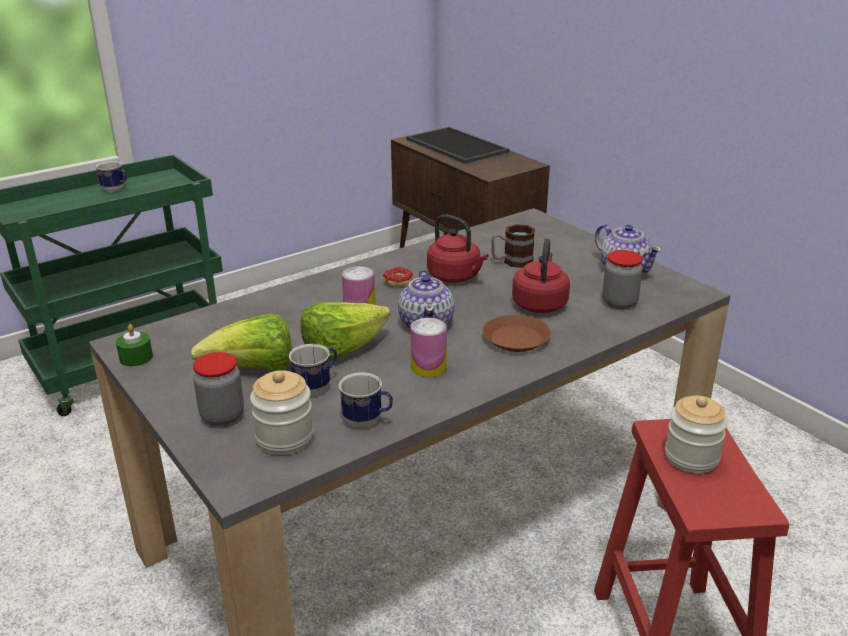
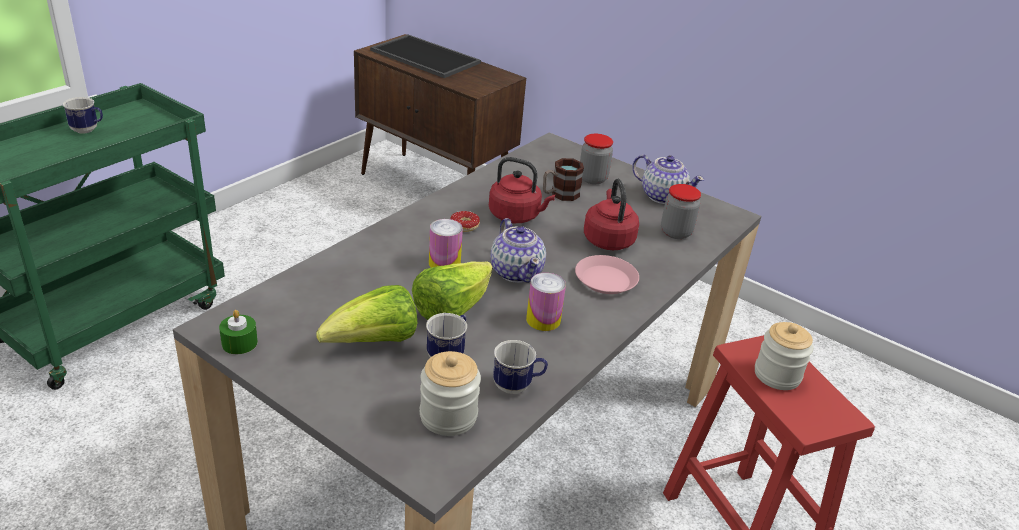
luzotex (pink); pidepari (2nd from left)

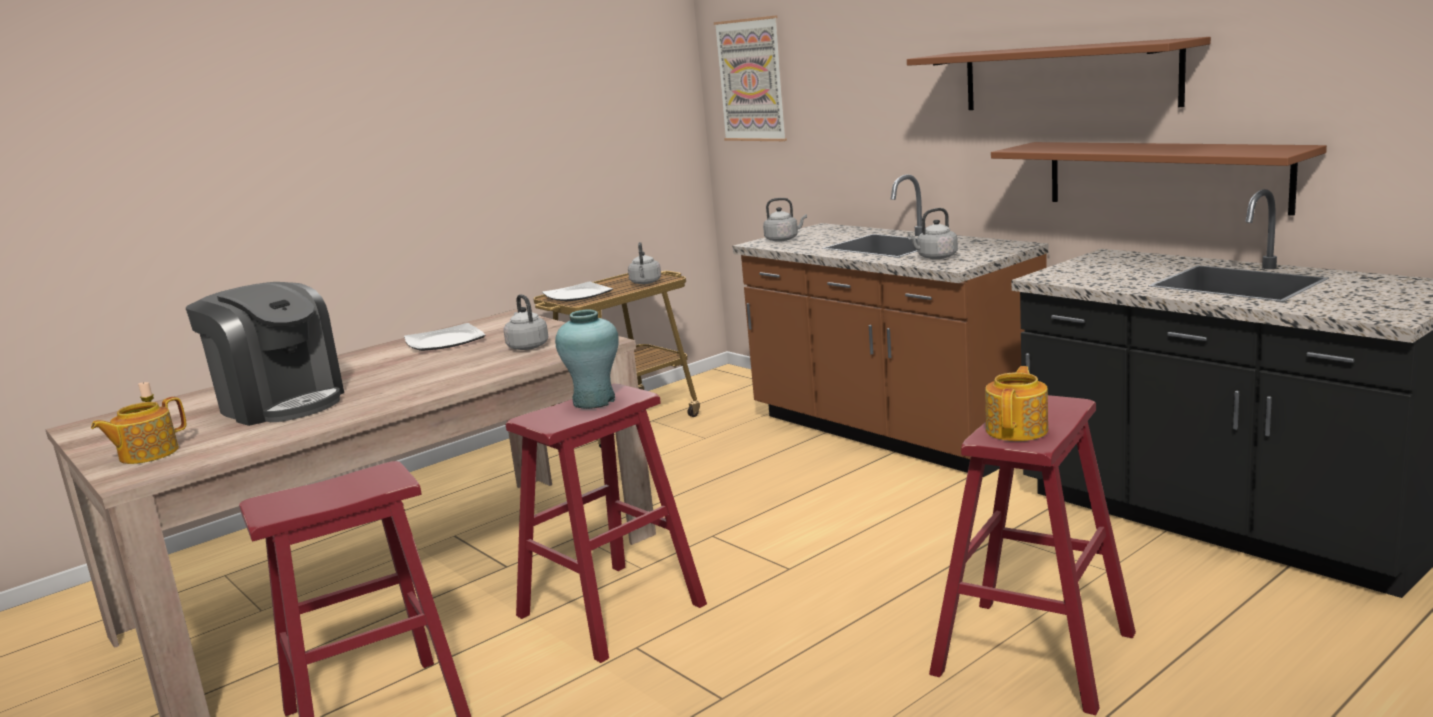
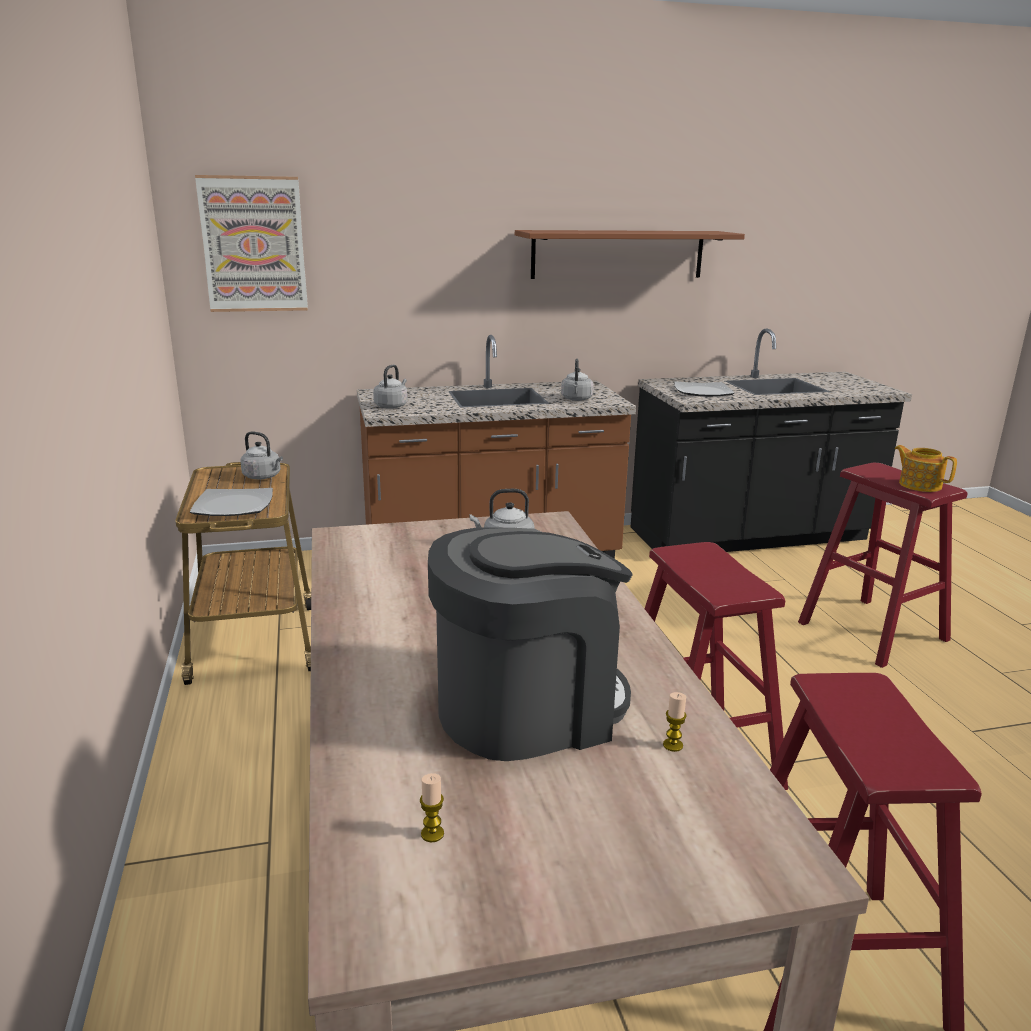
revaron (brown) (2nd from left in the first image); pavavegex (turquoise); luzotex (2nd from left); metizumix (1st from left in the first image); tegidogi (2nd from left)

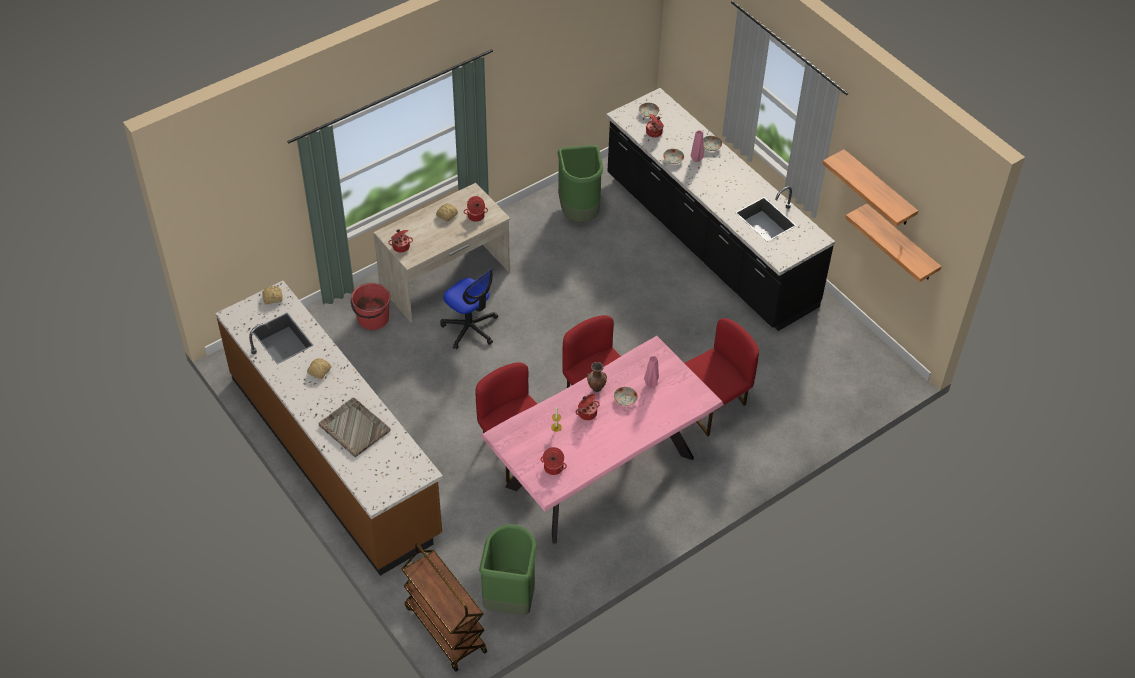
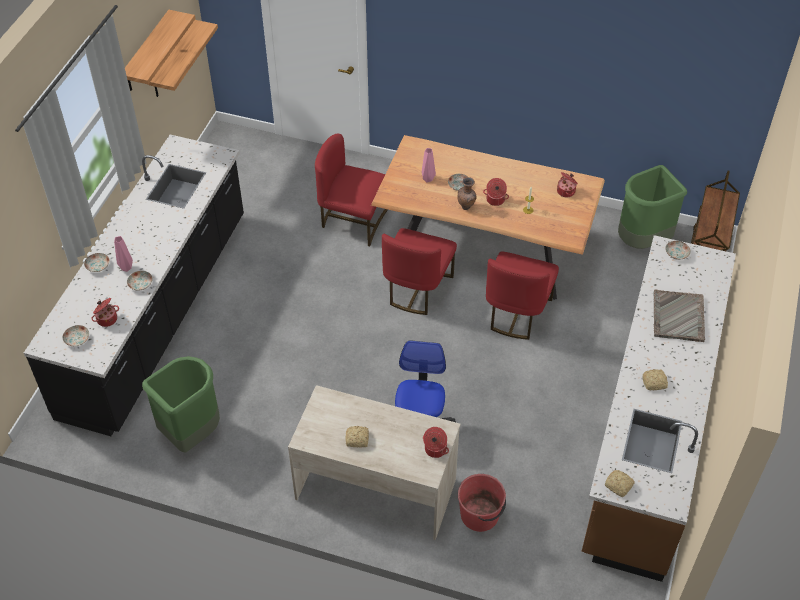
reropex (2nd from left in the first image); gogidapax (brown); luzotex (5th from left)

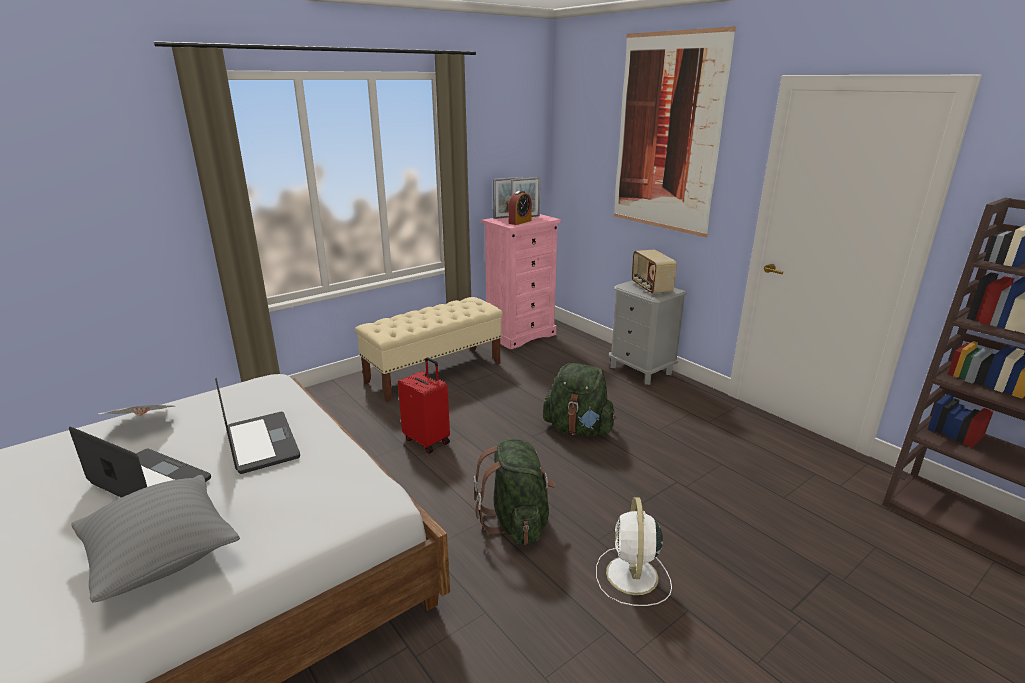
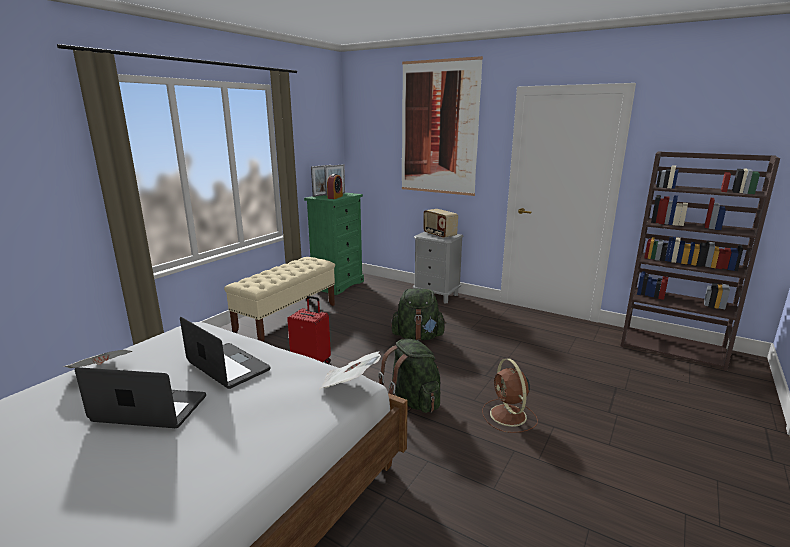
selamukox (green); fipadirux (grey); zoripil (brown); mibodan (2nd from left)

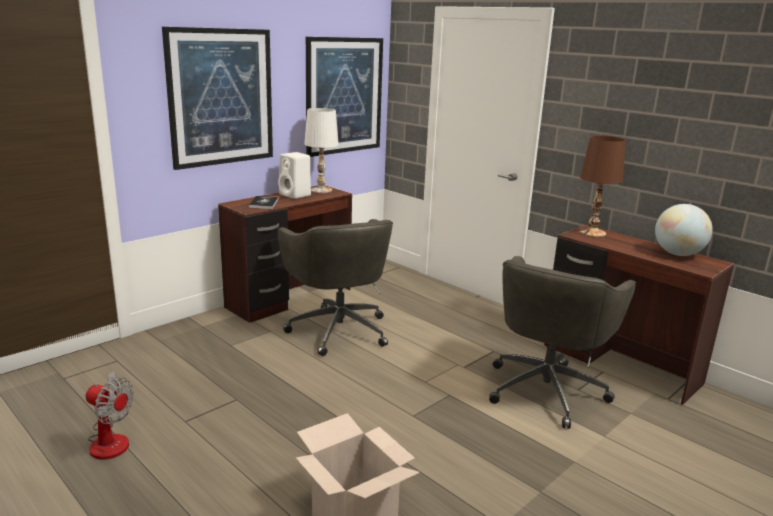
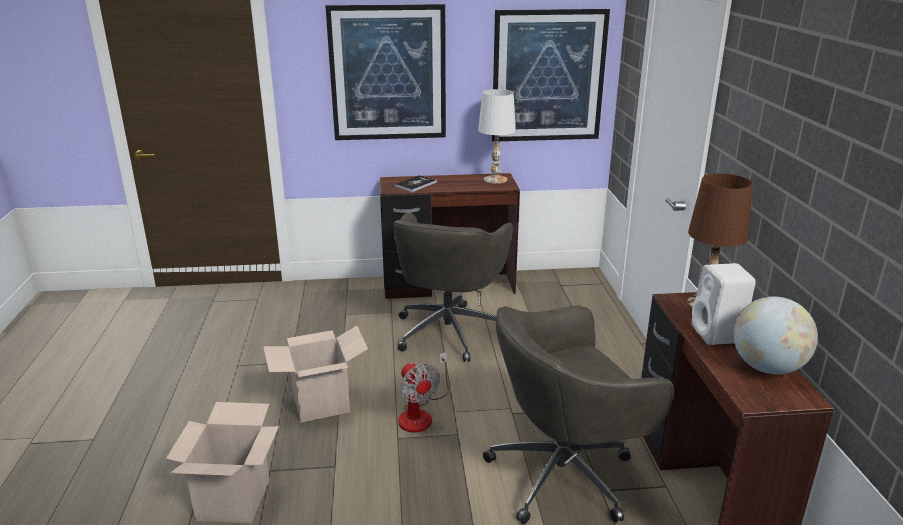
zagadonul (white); zoripil; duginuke (2nd from left)

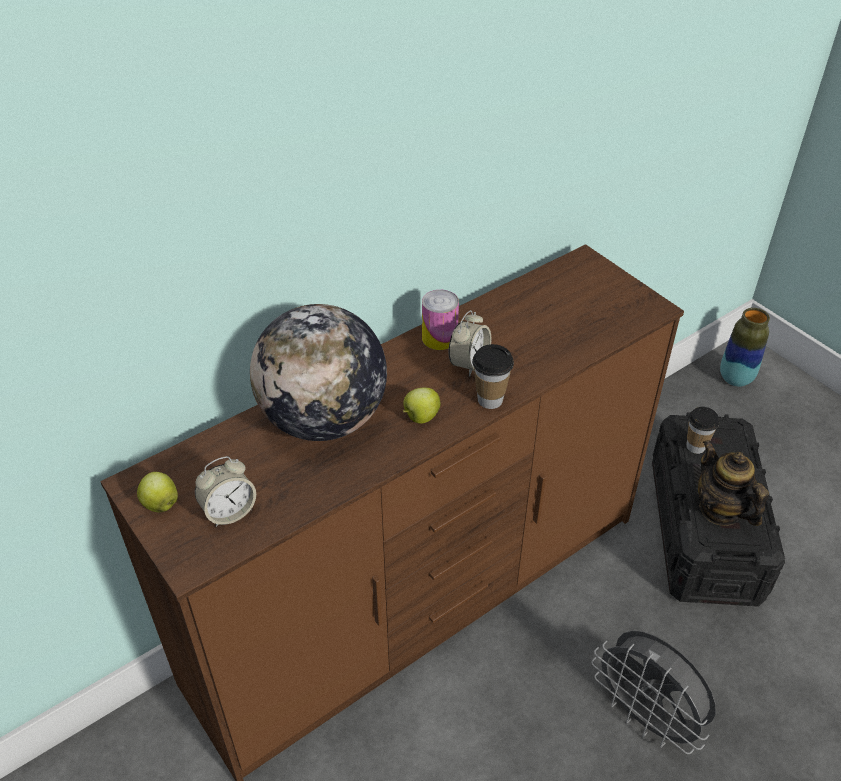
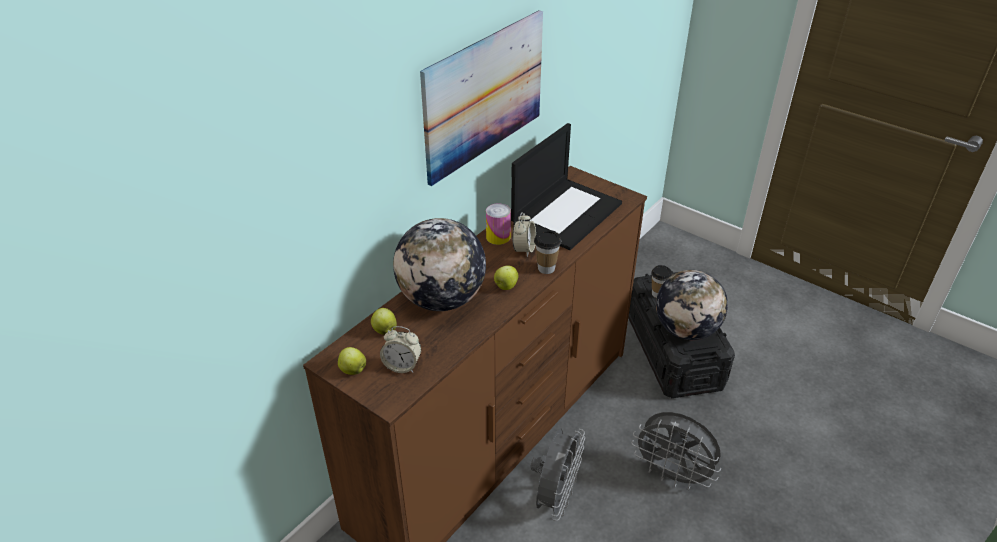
pavavegex; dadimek (2nd from left); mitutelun (1st from left); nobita; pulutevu; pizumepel (2nd from left); zoripil (grey) (1st from left)

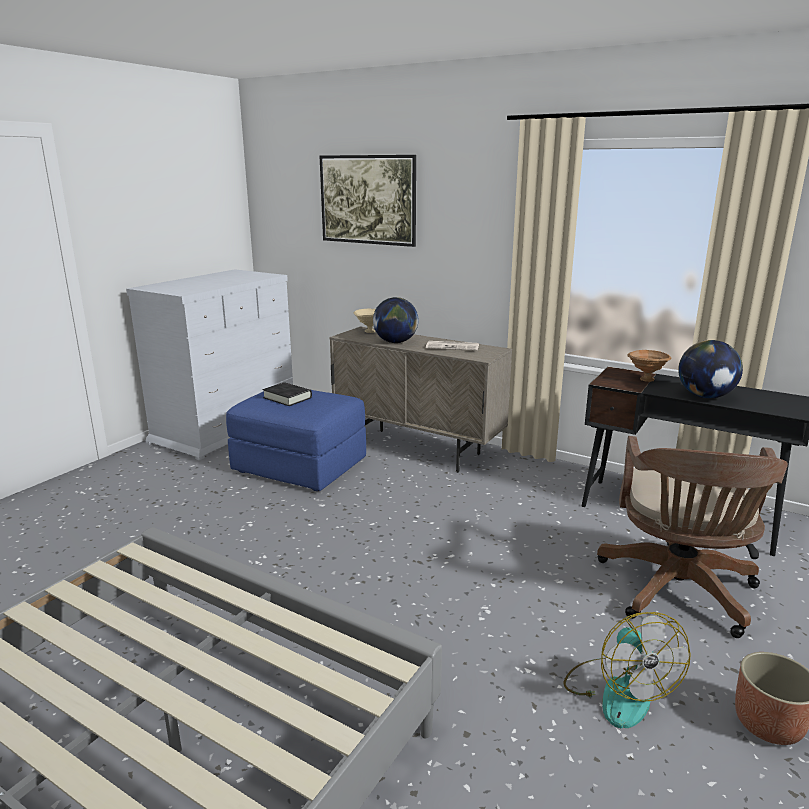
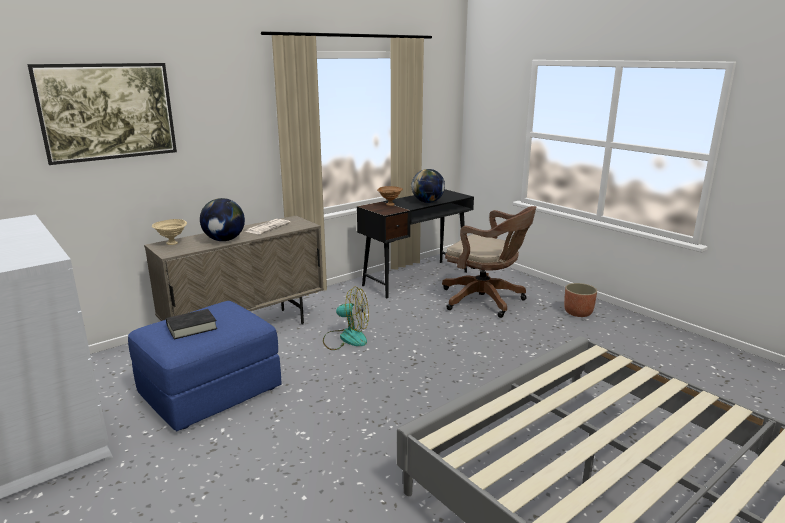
zoripil

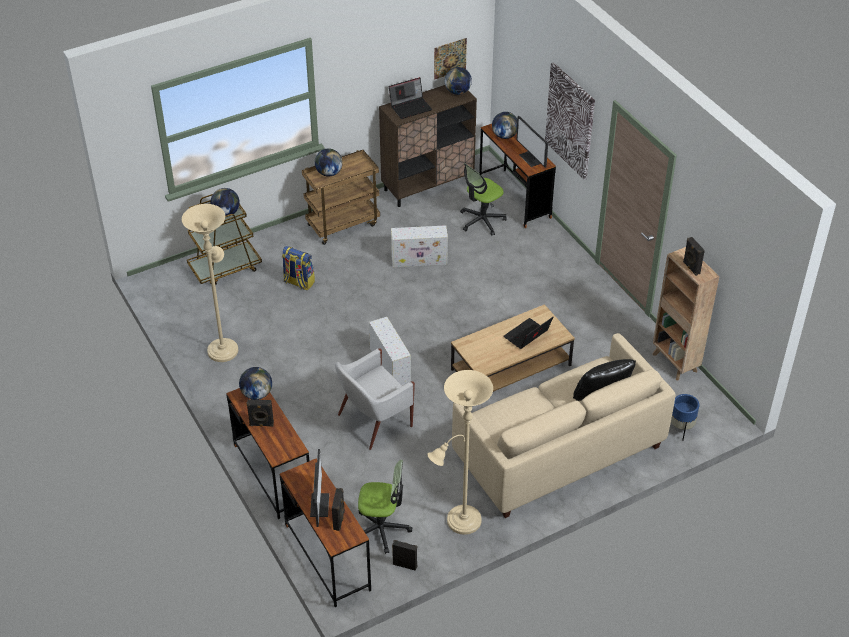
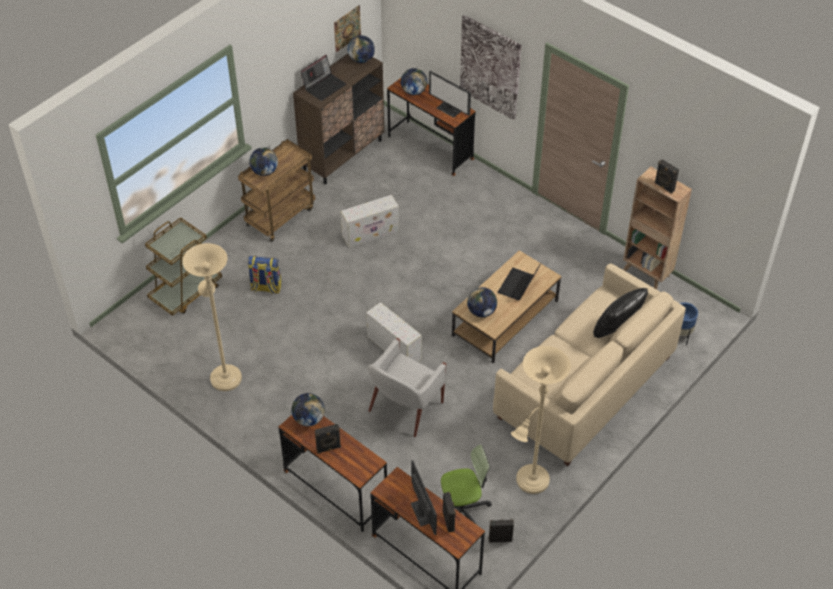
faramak (2nd from left in the first image); dadimek (5th from left)

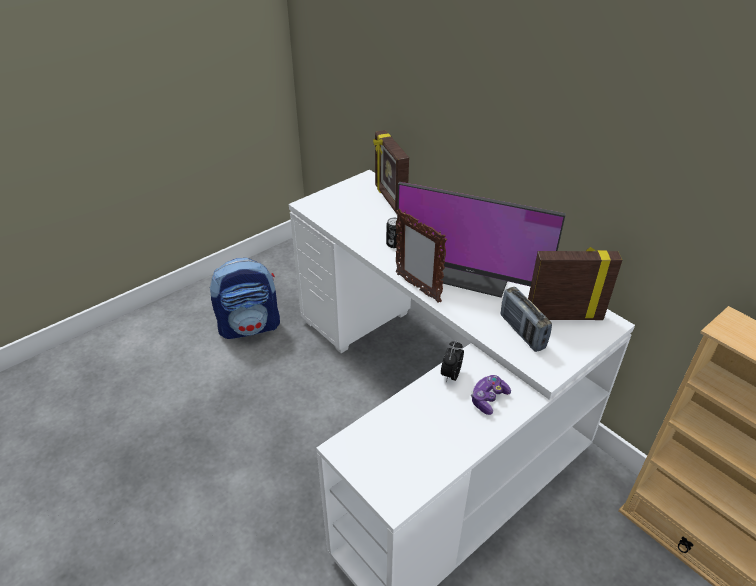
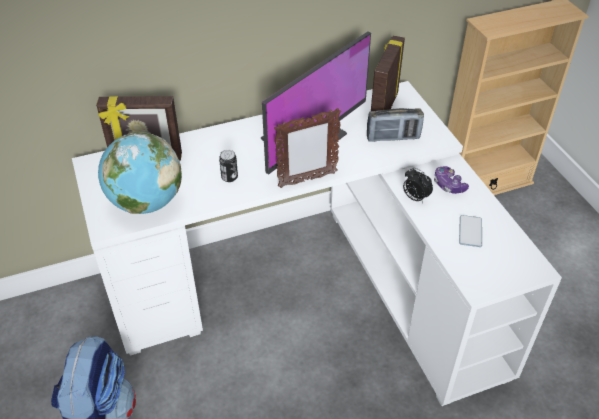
dadimek; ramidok

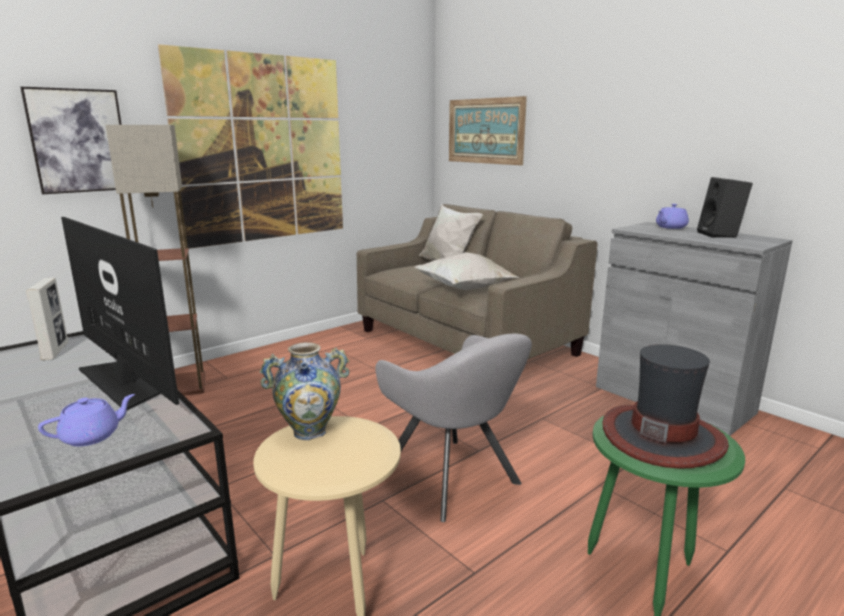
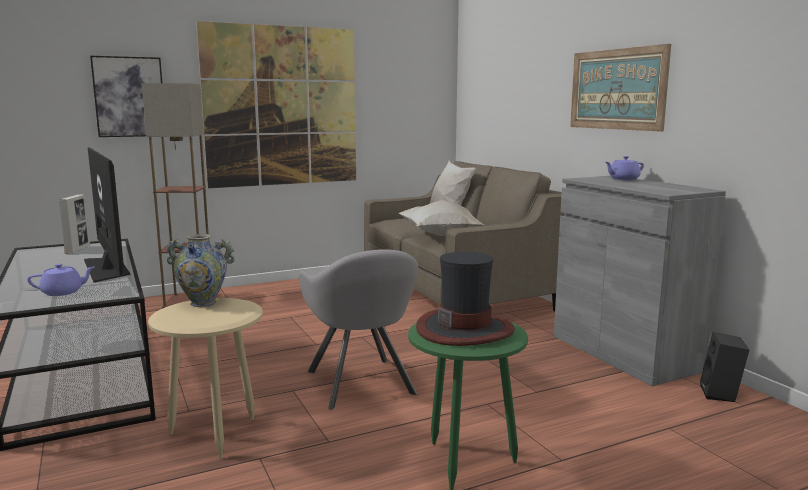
nobita (3rd from left); zagadonul (black)

